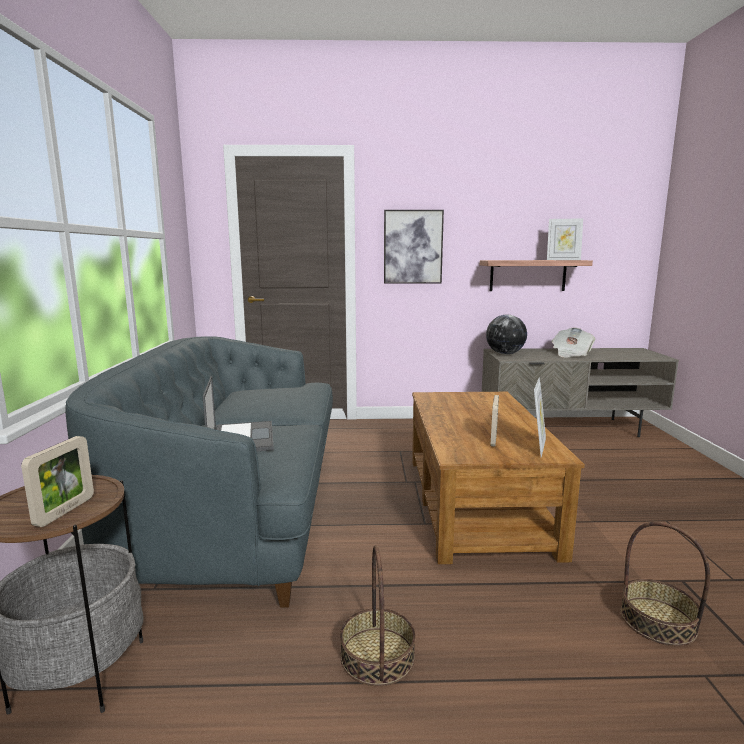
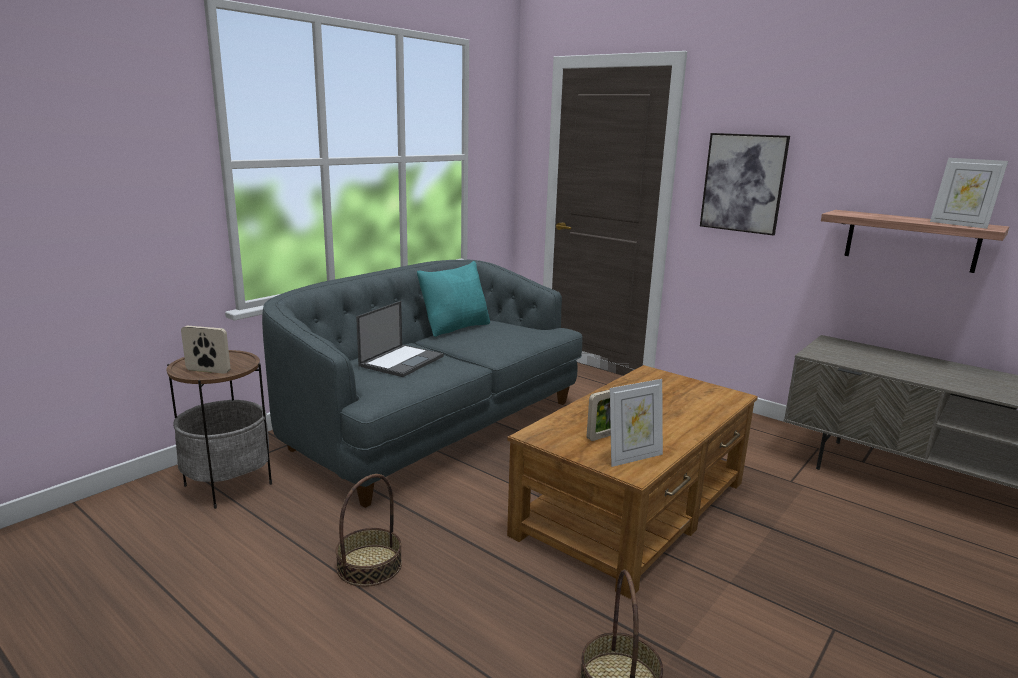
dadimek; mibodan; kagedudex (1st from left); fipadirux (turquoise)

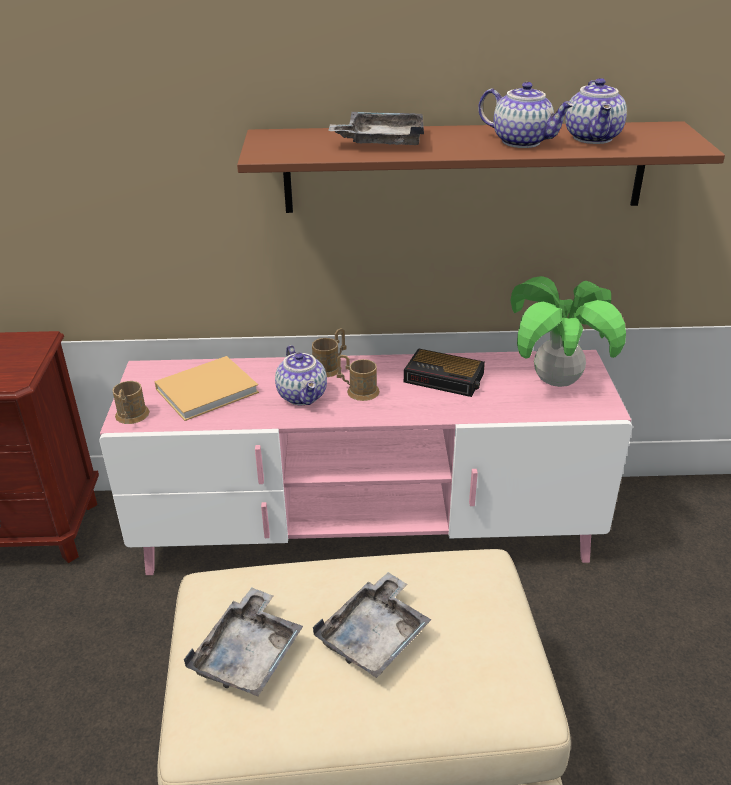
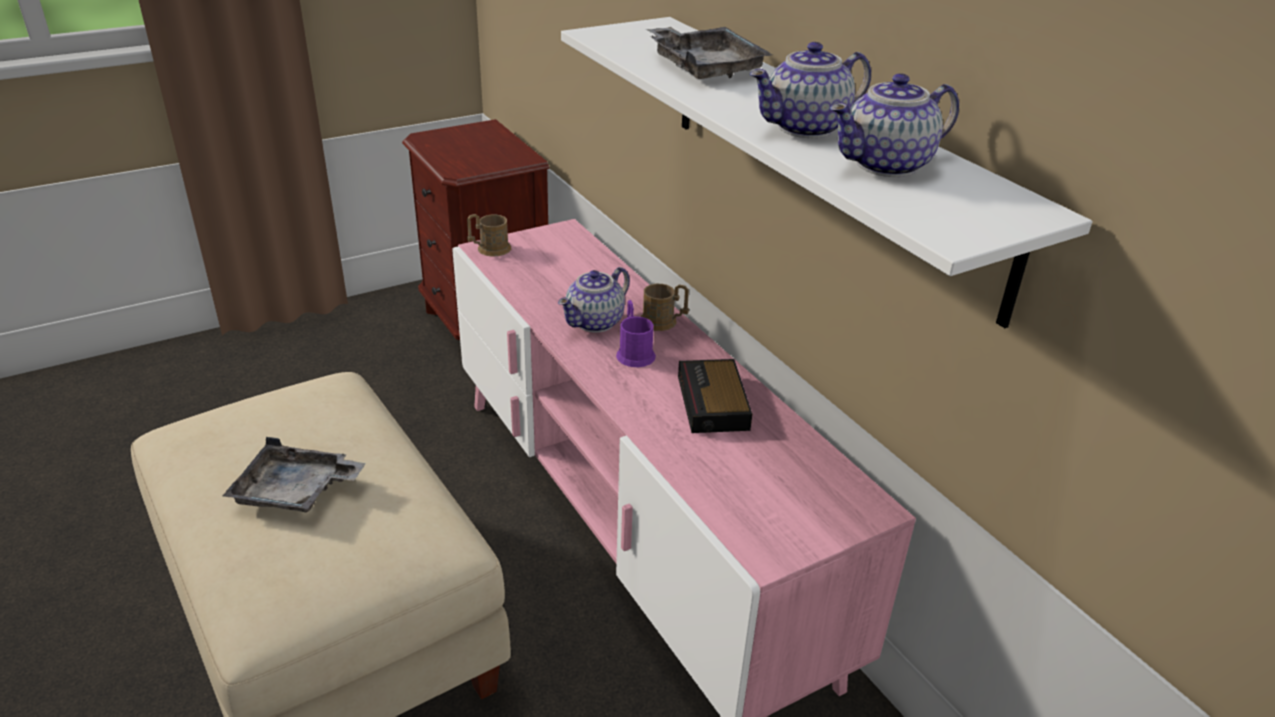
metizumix (2nd from left); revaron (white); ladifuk; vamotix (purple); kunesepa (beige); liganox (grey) (1st from left in the first image)

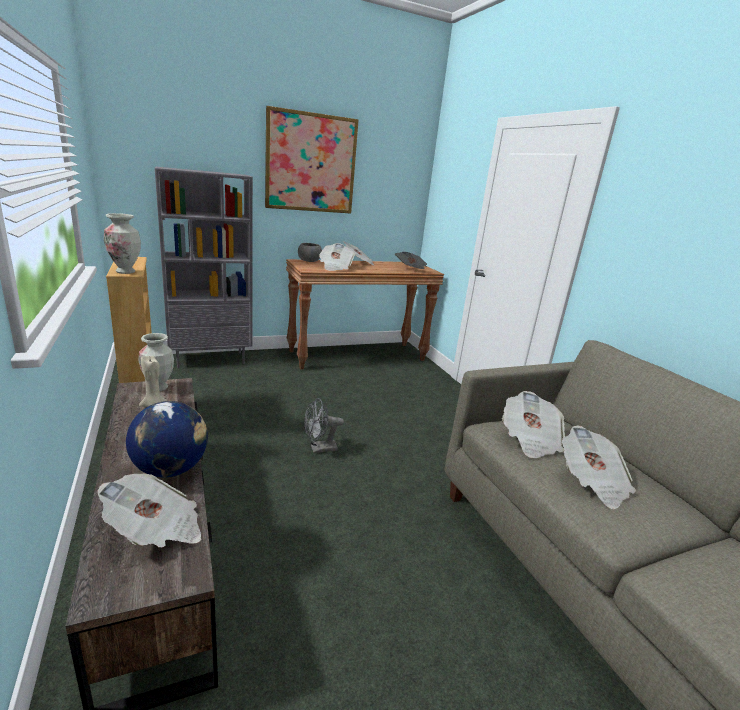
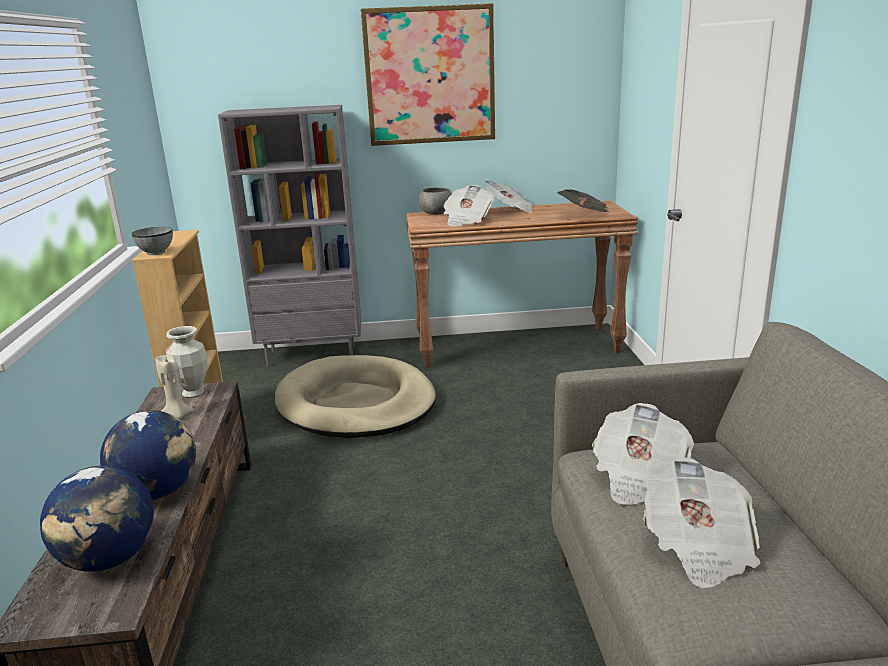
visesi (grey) (1st from left); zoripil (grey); dadimek (1st from left); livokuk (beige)

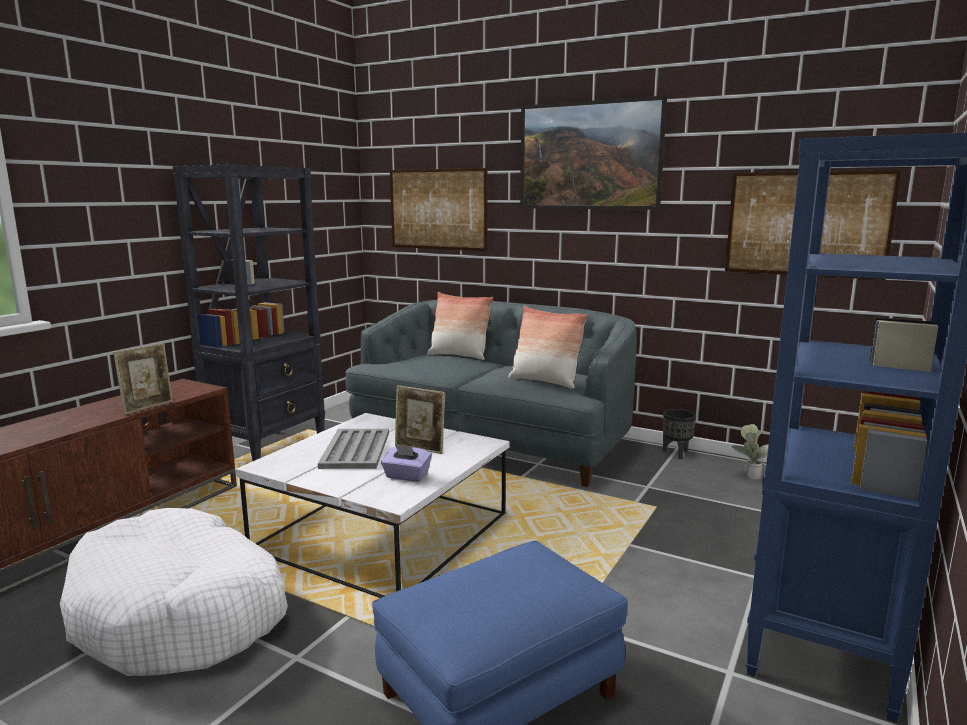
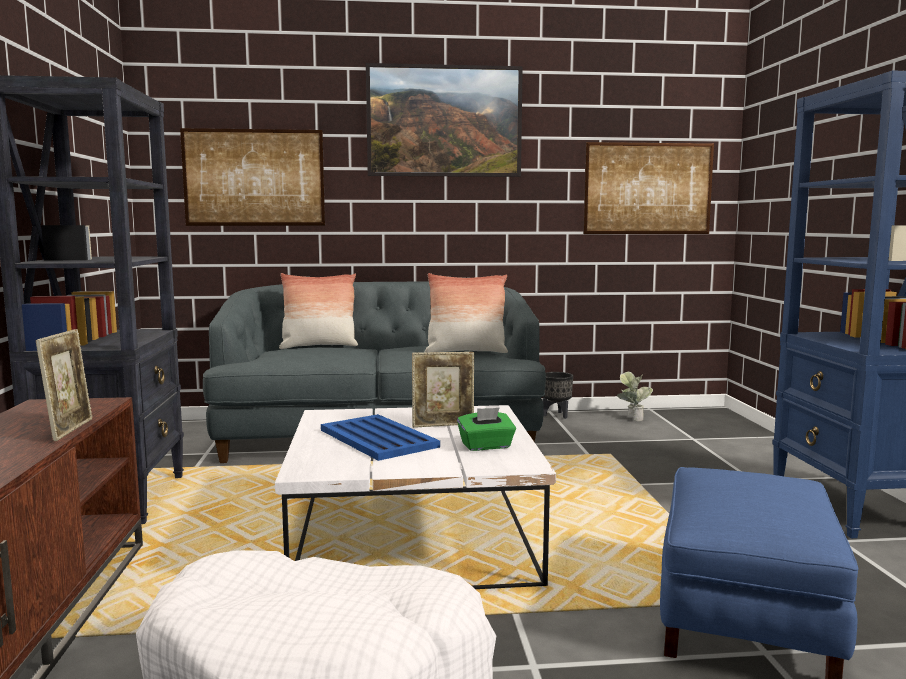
liganox (blue); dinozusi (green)

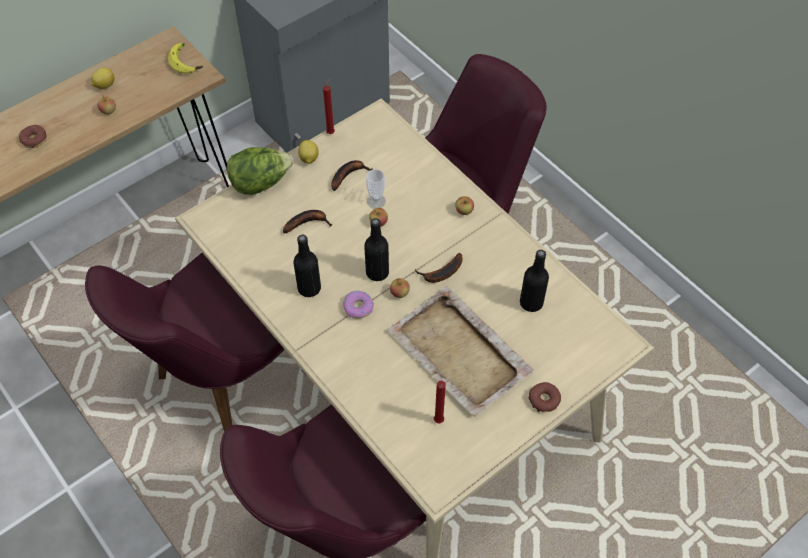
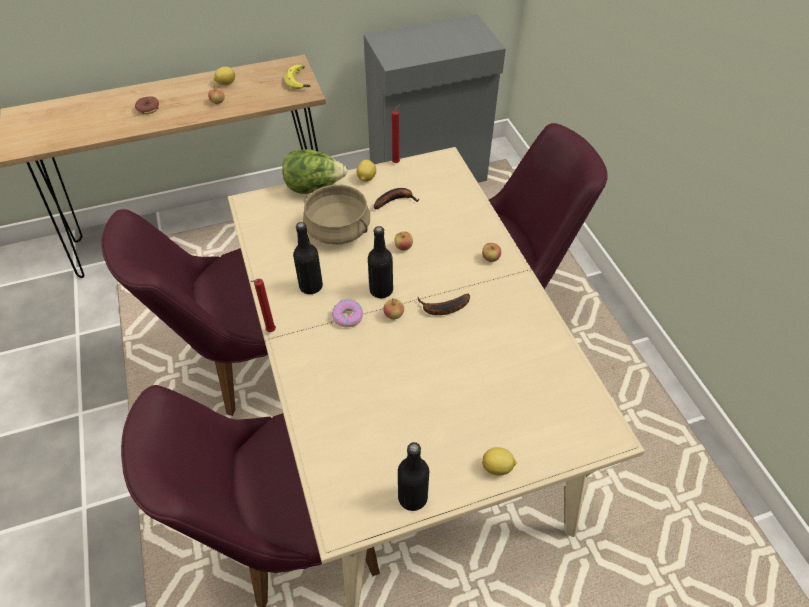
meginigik; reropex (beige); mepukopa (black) (3rd from left); liganox (beige); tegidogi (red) (1st from left); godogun (3rd from left)

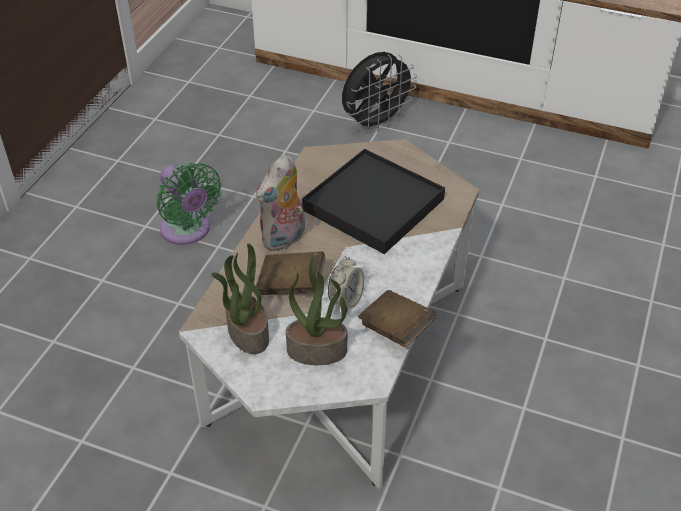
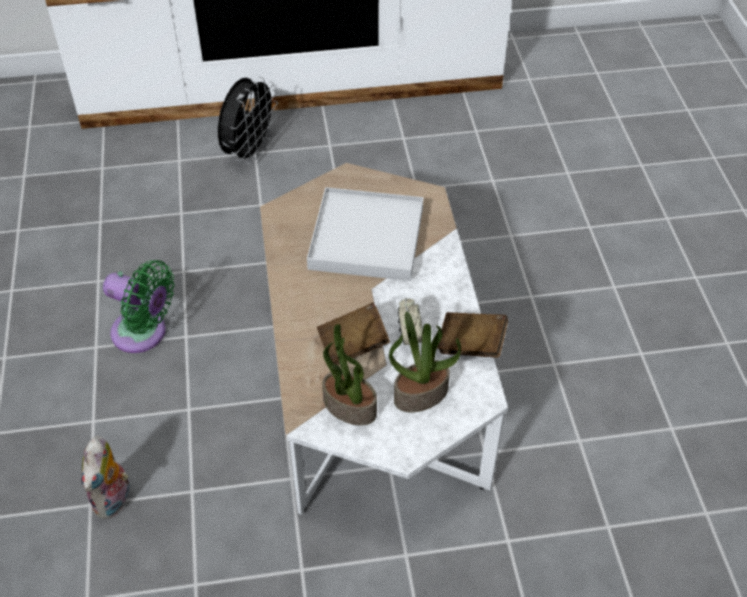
liganox (white); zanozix

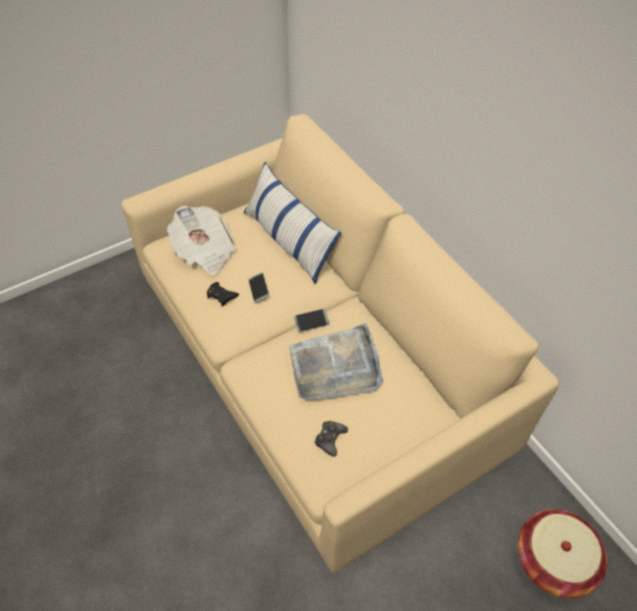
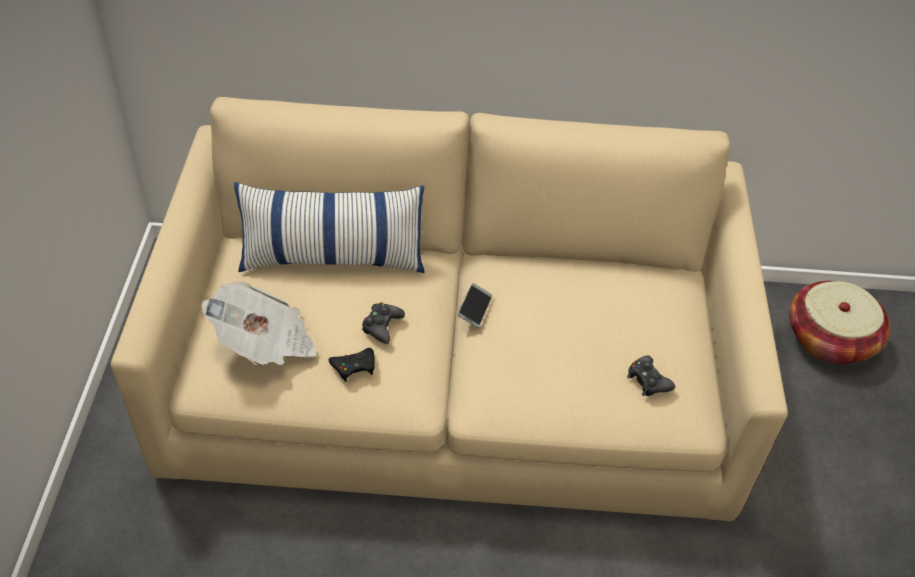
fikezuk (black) (2nd from left); liganox (grey)

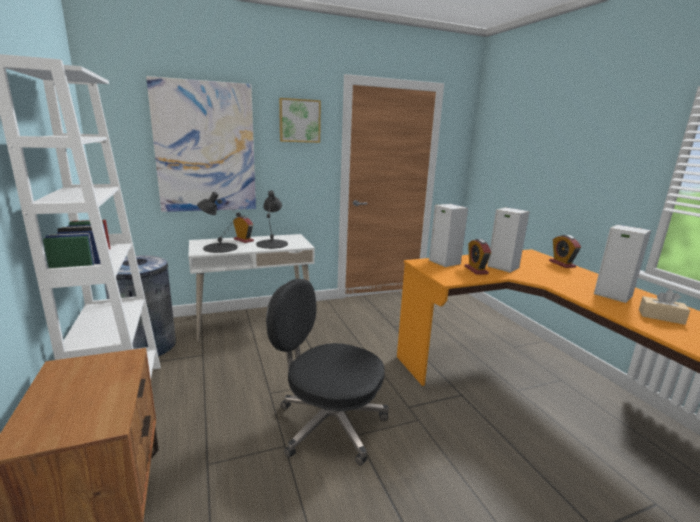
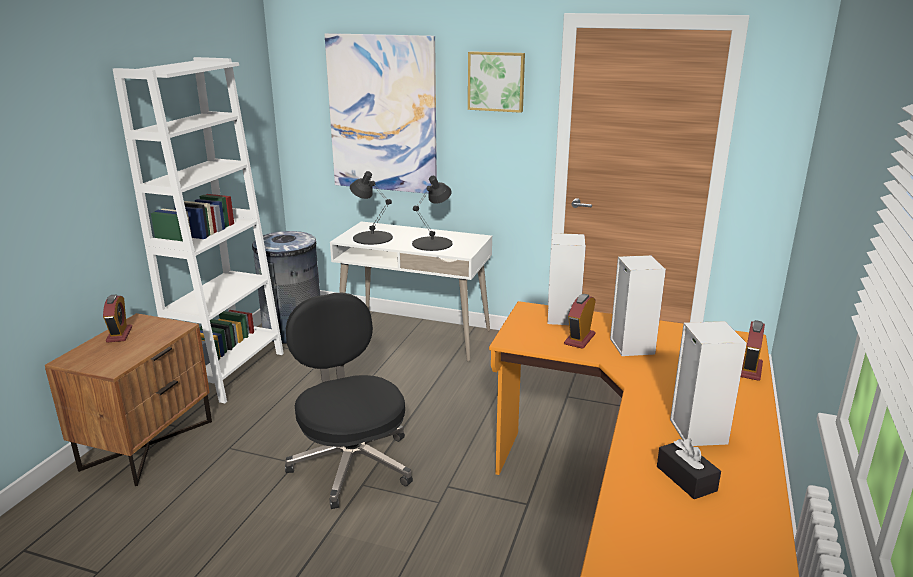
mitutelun (1st from left); dinozusi (black)

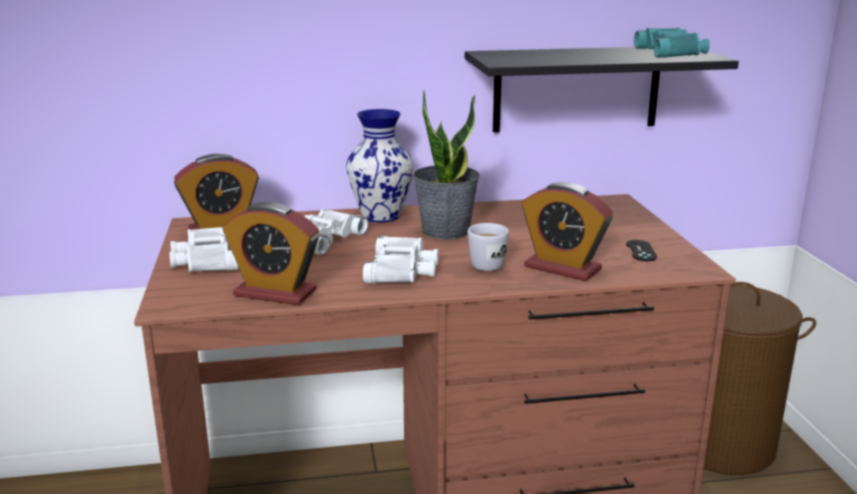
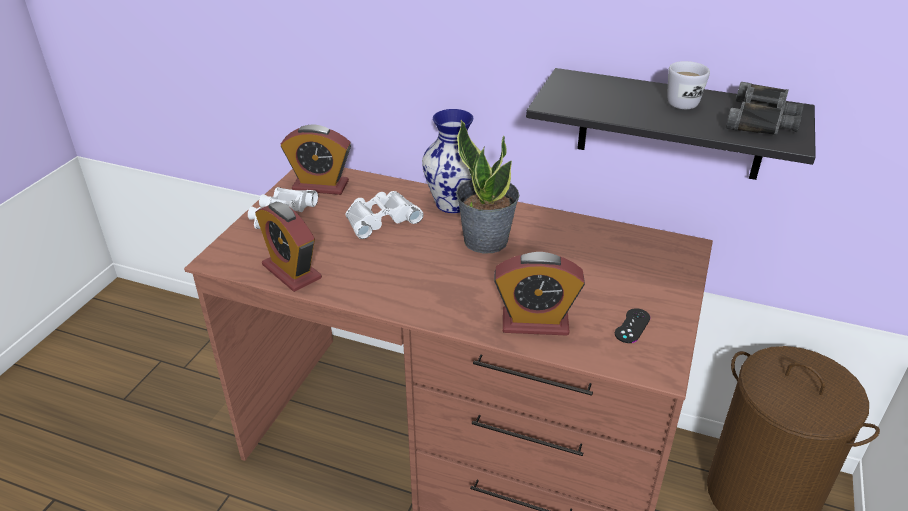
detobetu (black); mitutelun (3rd from left); vamotix (white); detobetu (white) (3rd from left in the first image)

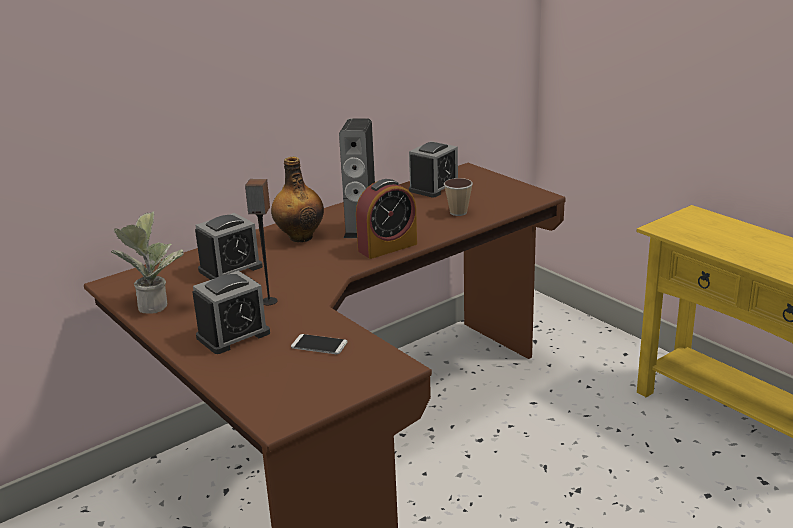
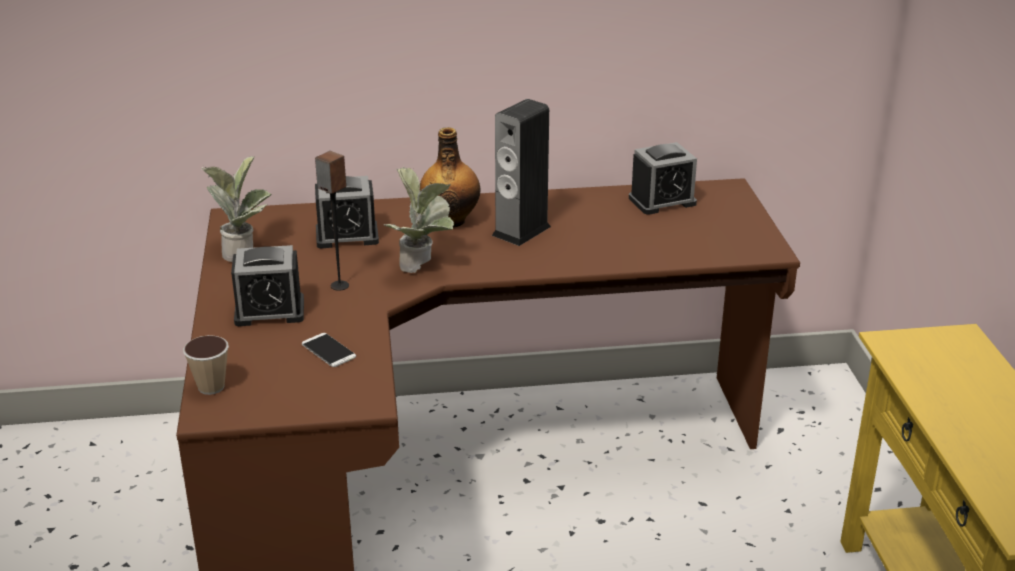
meginigik; mitutelun (3rd from left in the first image); ladifuk (2nd from left)

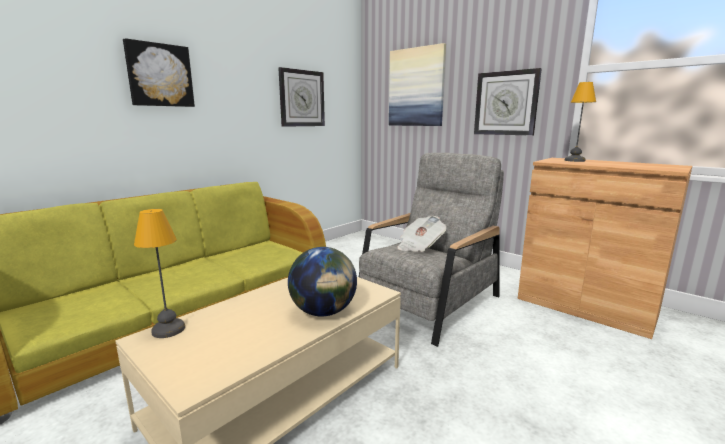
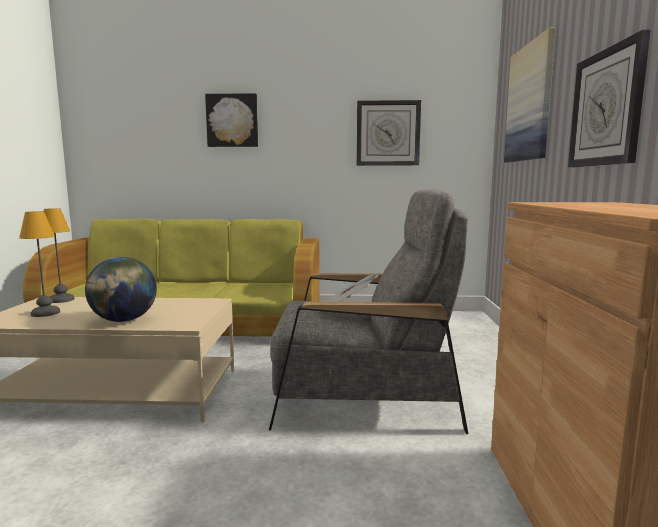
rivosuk (1st from left)

